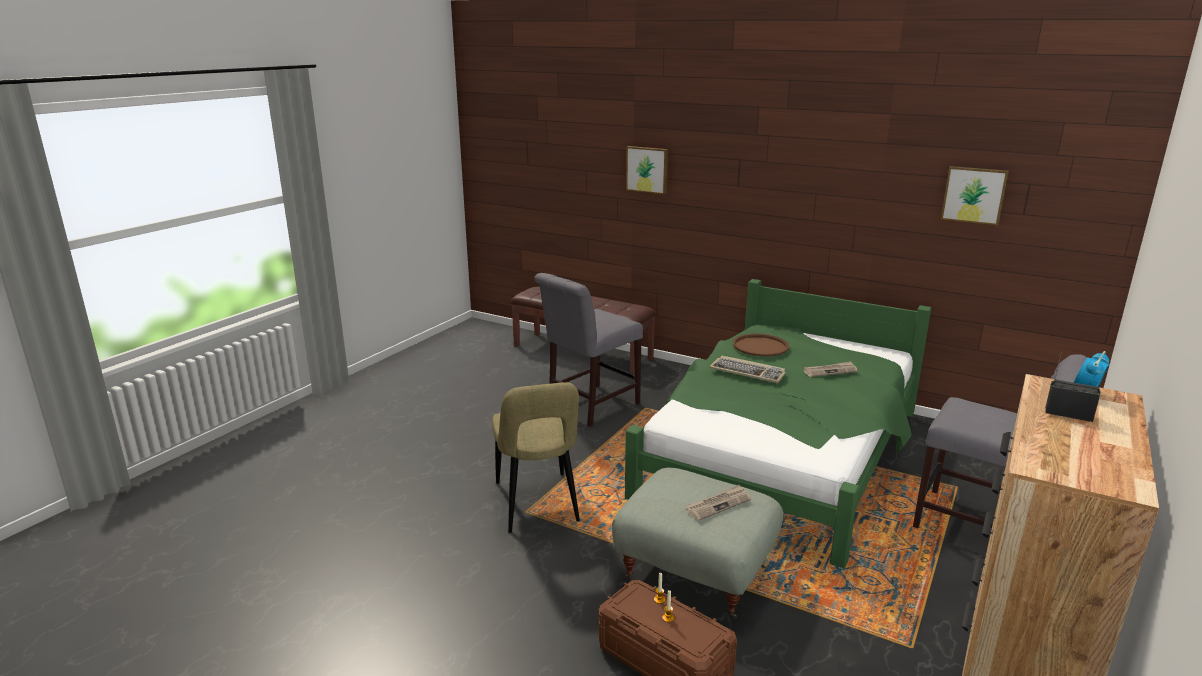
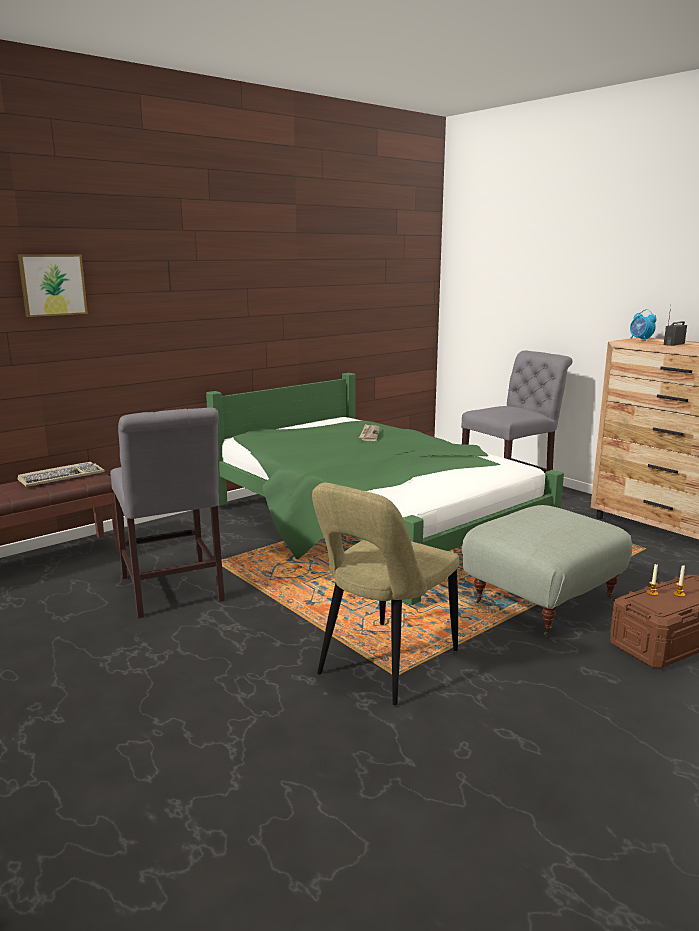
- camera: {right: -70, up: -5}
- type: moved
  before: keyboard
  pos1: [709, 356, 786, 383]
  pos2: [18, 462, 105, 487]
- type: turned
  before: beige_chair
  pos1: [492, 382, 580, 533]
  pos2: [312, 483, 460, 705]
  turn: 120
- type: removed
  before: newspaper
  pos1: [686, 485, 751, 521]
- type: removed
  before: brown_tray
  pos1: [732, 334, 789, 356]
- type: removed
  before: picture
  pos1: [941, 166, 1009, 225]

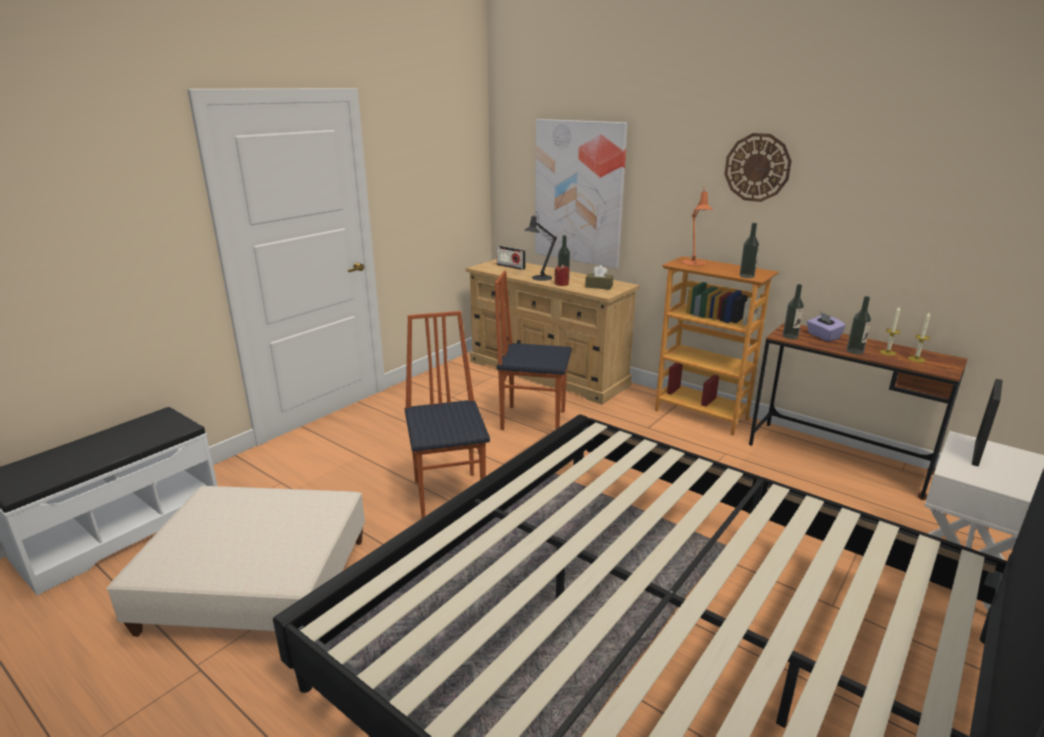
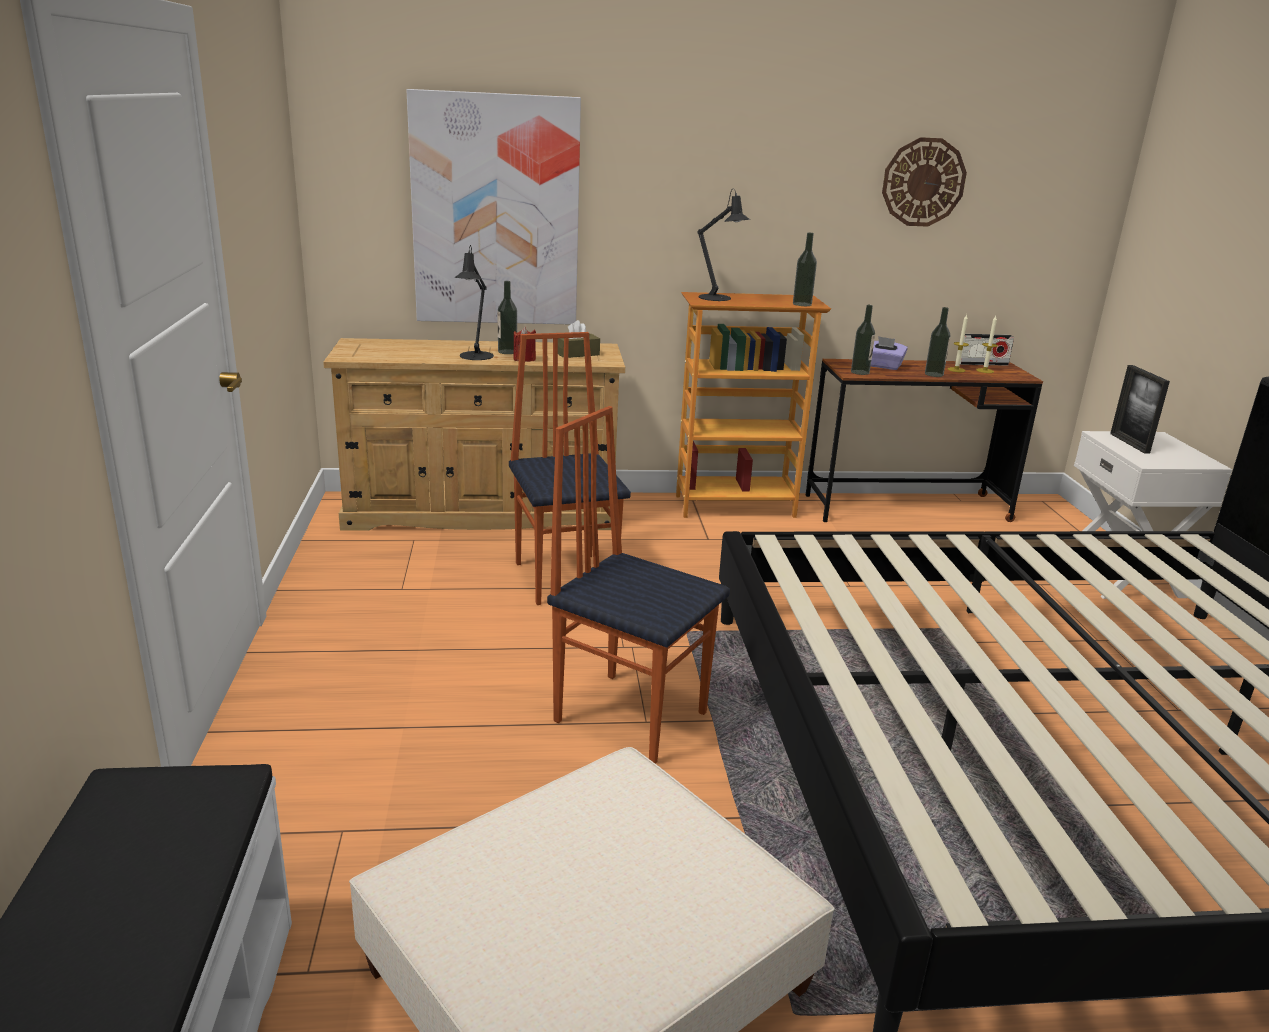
- camera: {right: -45, up: 0}
- type: turned
  before: chair
  pos1: [495, 271, 572, 430]
  pos2: [509, 332, 631, 605]
  turn: 105
- type: recoloured
  before: orange_table_lamp
  after: black_table_lamp
  pos1: [682, 187, 713, 266]
  pos2: [697, 188, 750, 301]
- type: moved
  before: wall_clock
  pos1: [724, 133, 792, 202]
  pos2: [882, 137, 967, 227]
- type: moved
  before: radio
  pos1: [497, 246, 526, 270]
  pos2: [960, 334, 1014, 366]

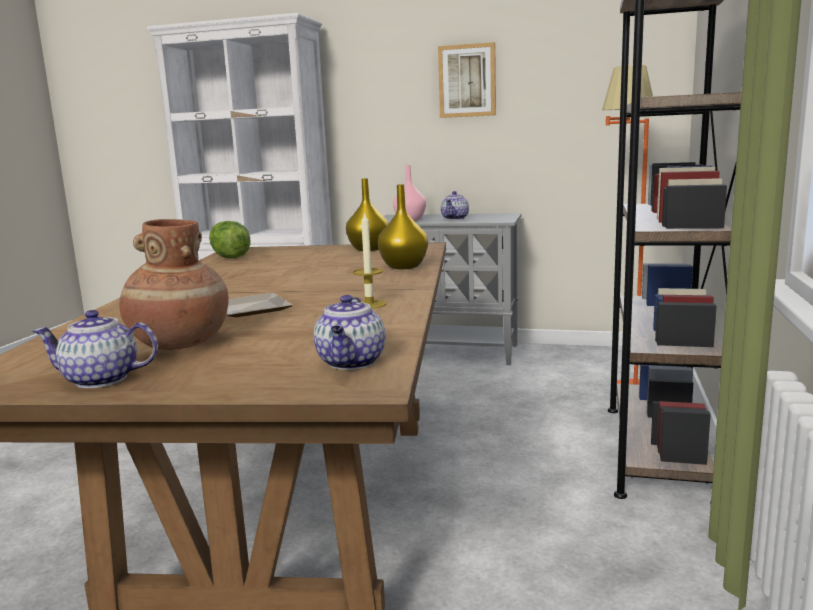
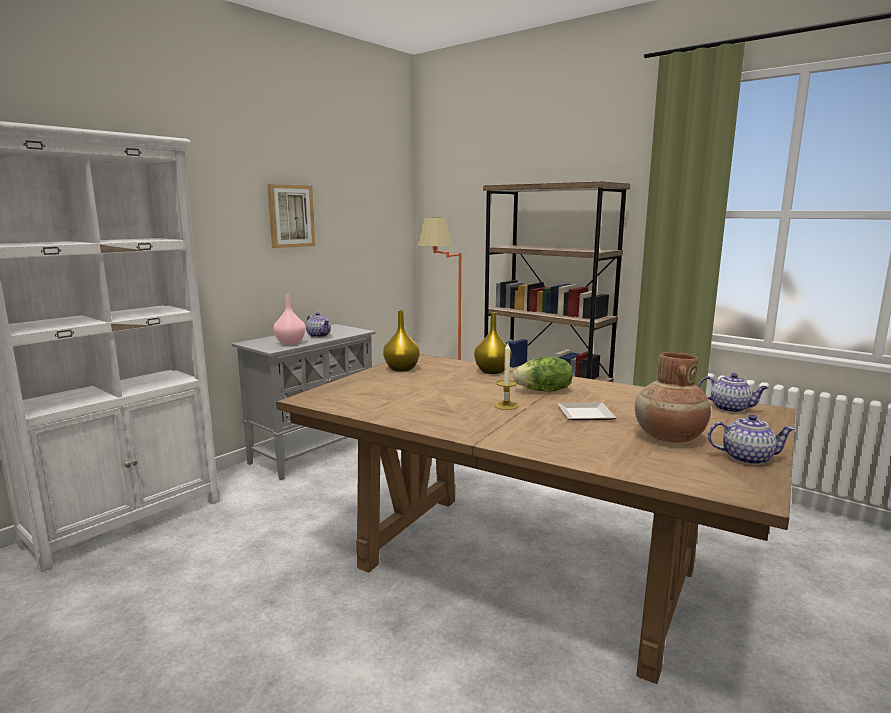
- camera: {right: -65, up: 0}
- type: moved
  before: candle
  pos1: [353, 211, 387, 309]
  pos2: [494, 343, 518, 410]
- type: moved
  before: lettuce
  pos1: [209, 221, 251, 258]
  pos2: [513, 357, 573, 392]
- type: turned
  before: teapot
  pos1: [32, 310, 158, 388]
  pos2: [708, 414, 795, 465]
  turn: -105

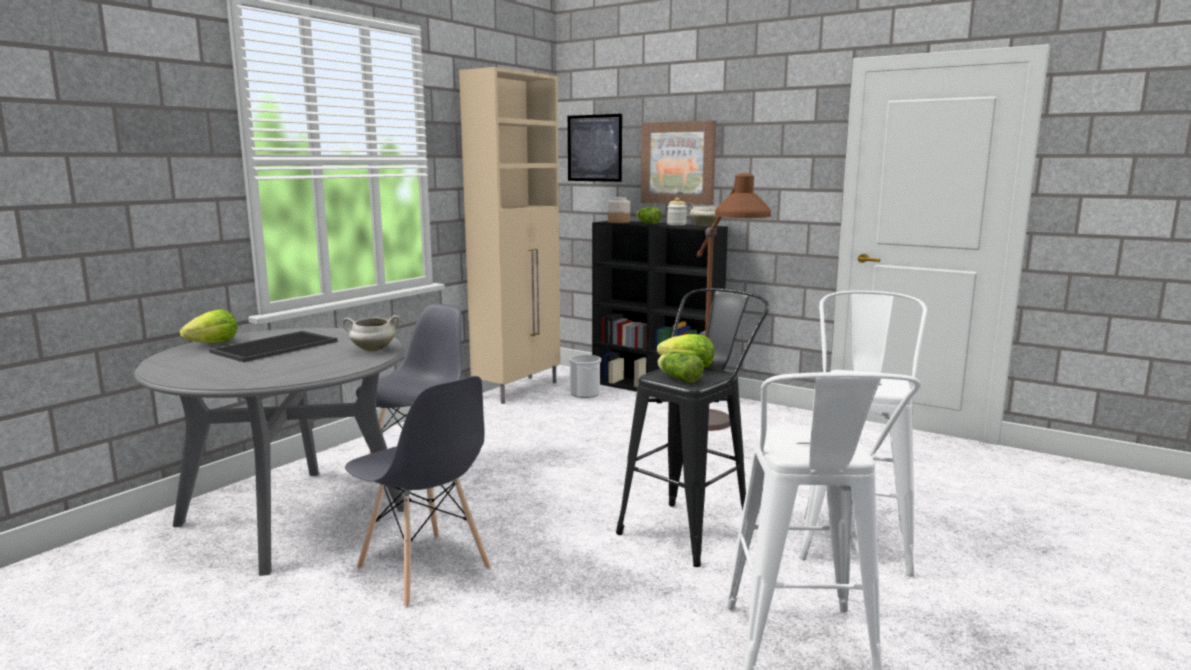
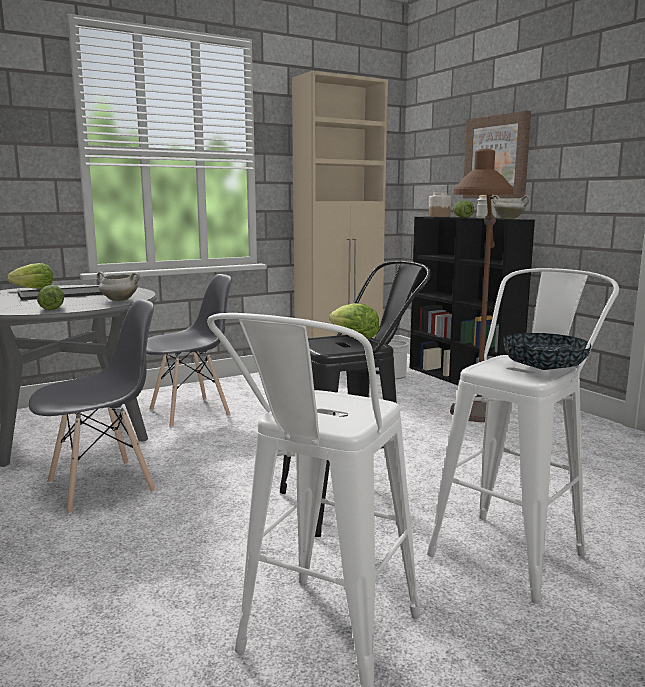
- camera: {right: 25, up: 0}
- type: turned
  before: grey_chair
  pos1: [345, 376, 491, 607]
  pos2: [29, 299, 156, 514]
  turn: -105
- type: moved
  before: lettuce
  pos1: [658, 351, 704, 383]
  pos2: [37, 285, 64, 310]
- type: added
  after: bowl
  pos2: [503, 333, 591, 370]
- type: removed
  before: picture
  pos1: [568, 114, 622, 182]

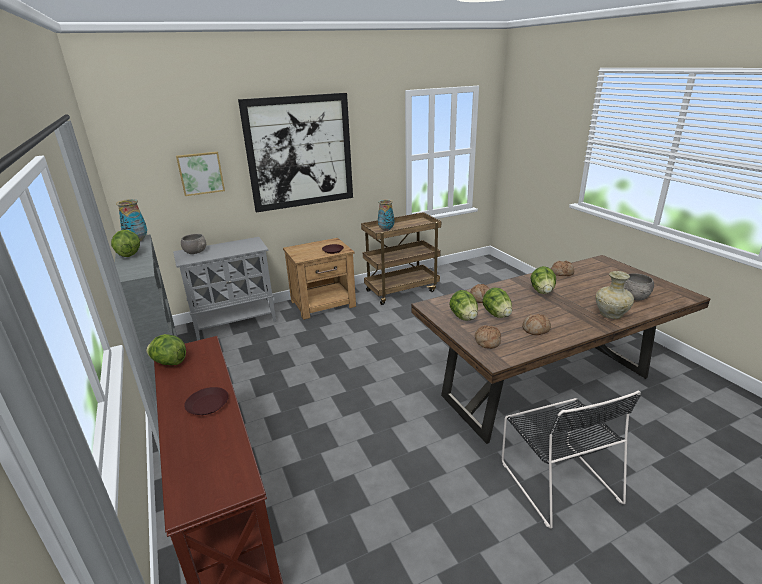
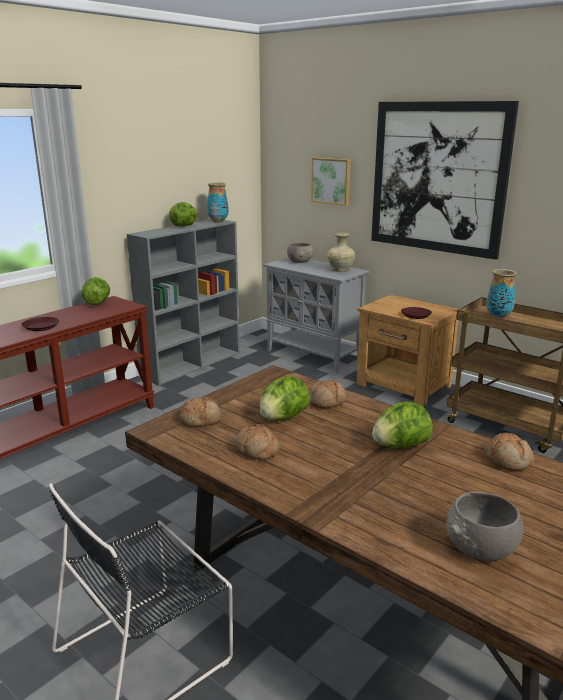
- camera: {right: 65, up: -5}
- type: moved
  before: beige_vase
  pos1: [596, 271, 634, 319]
  pos2: [327, 233, 355, 272]
- type: removed
  before: lettuce
  pos1: [449, 290, 478, 320]

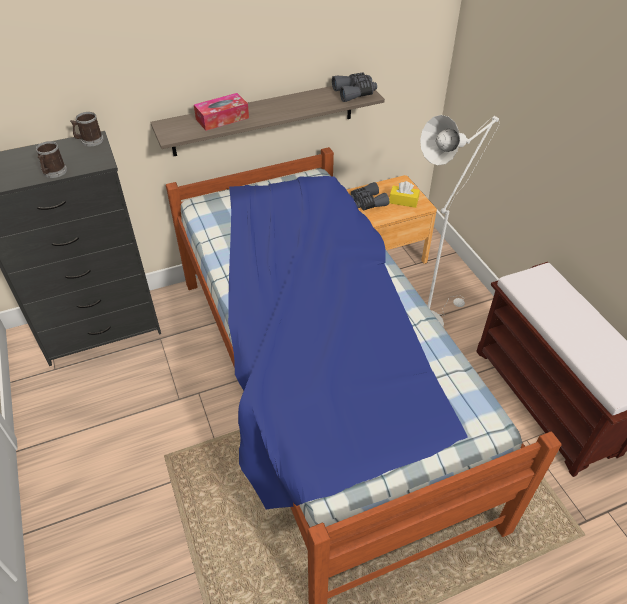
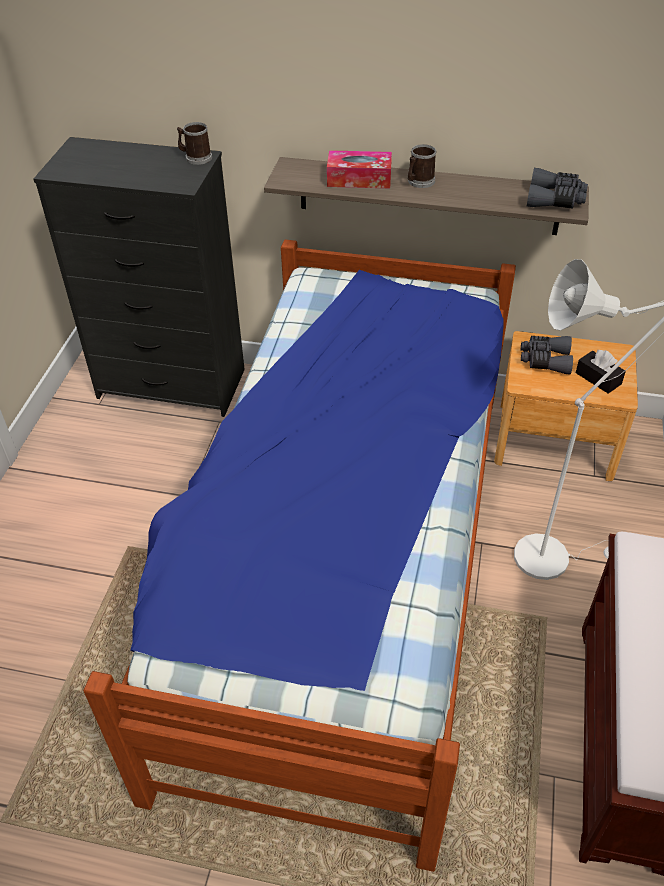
- camera: {right: 35, up: 0}
- type: moved
  before: mug
  pos1: [36, 141, 67, 178]
  pos2: [408, 144, 437, 188]
- type: recoloured
  before: yellow_tissue_box
  after: black_tissue_box
  pos1: [389, 181, 420, 208]
  pos2: [576, 350, 626, 394]

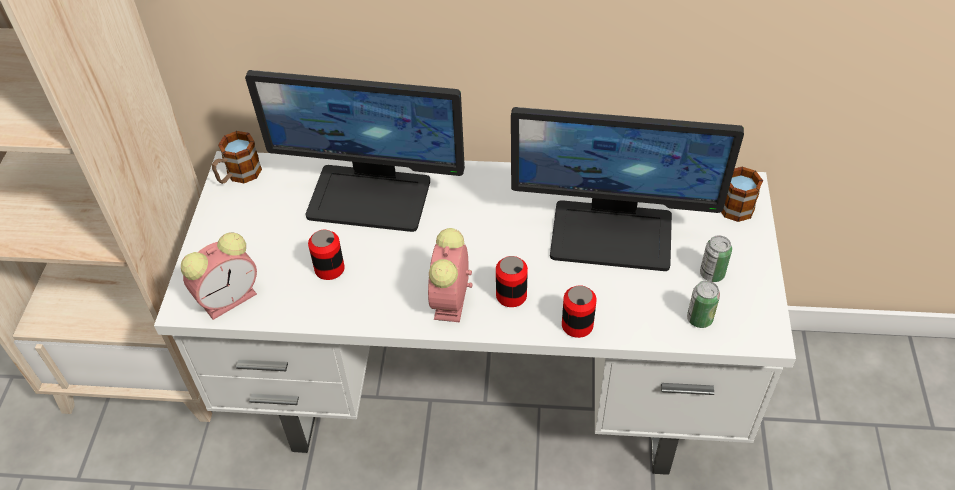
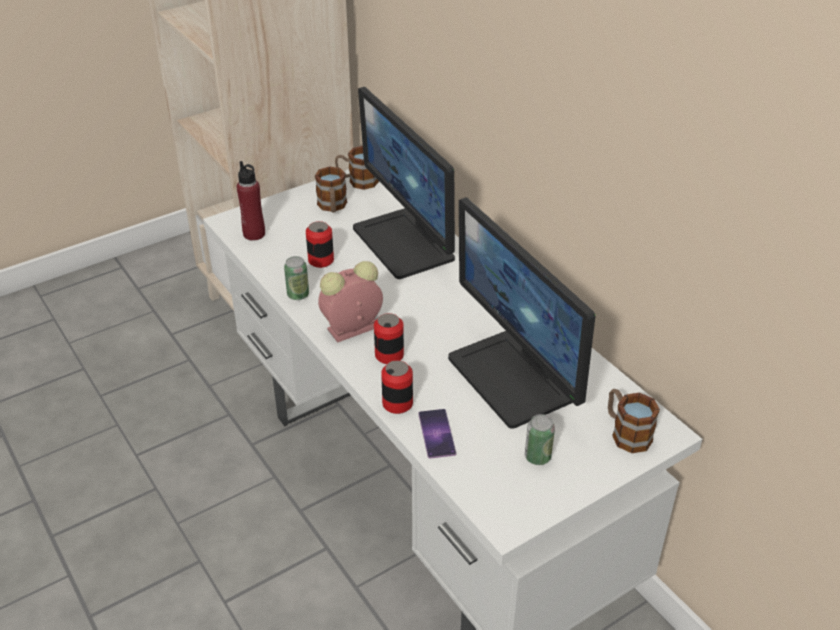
- camera: {right: 50, up: -10}
- type: replaced
  before: alarm_clock
  after: red_bottle
  pos1: [181, 232, 257, 320]
  pos2: [237, 161, 265, 241]
- type: moved
  before: can
  pos1: [687, 281, 720, 328]
  pos2: [284, 256, 309, 300]
- type: added
  after: mug
  pos2: [315, 167, 347, 213]
- type: added
  after: phone
  pos2: [419, 409, 456, 459]

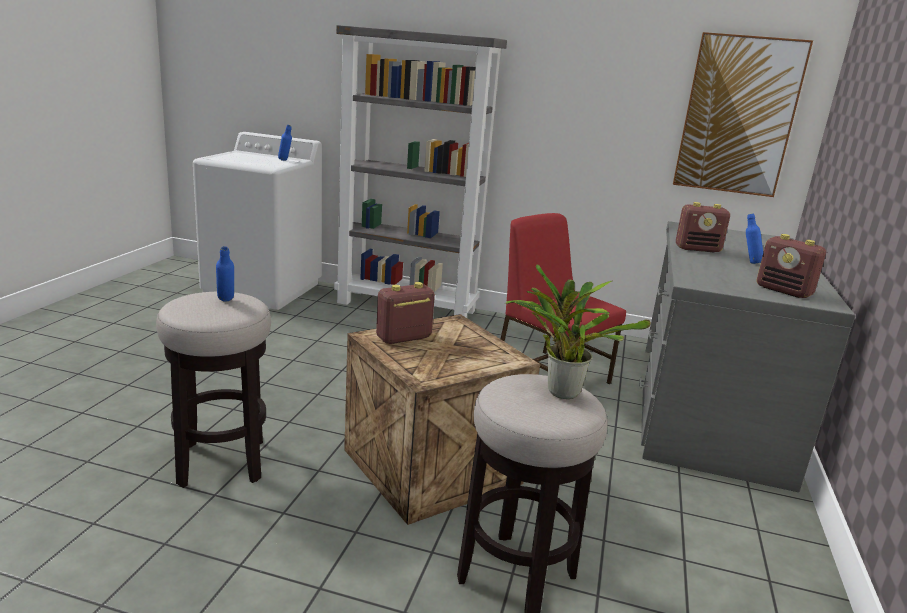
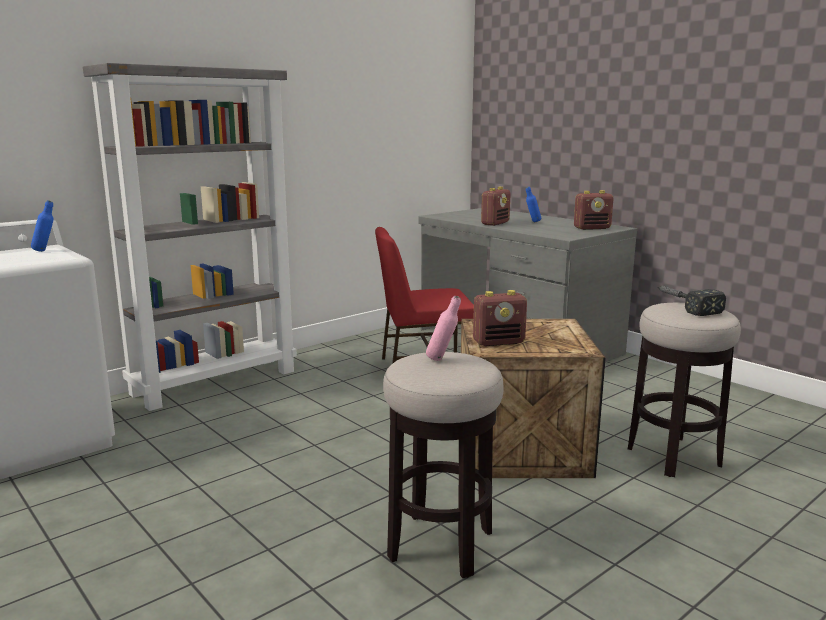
- camera: {right: -55, up: -5}
- type: recoloured
  before: blue_bottle
  after: pink_bottle
  pos1: [216, 246, 234, 302]
  pos2: [426, 296, 461, 361]
- type: turned
  before: radio
  pos1: [376, 282, 435, 344]
  pos2: [473, 290, 527, 346]
  turn: -105
- type: replaced
  before: potted_plant
  after: hammer
  pos1: [505, 264, 651, 399]
  pos2: [657, 286, 726, 316]
- type: removed
  before: picture
  pos1: [673, 32, 813, 197]

